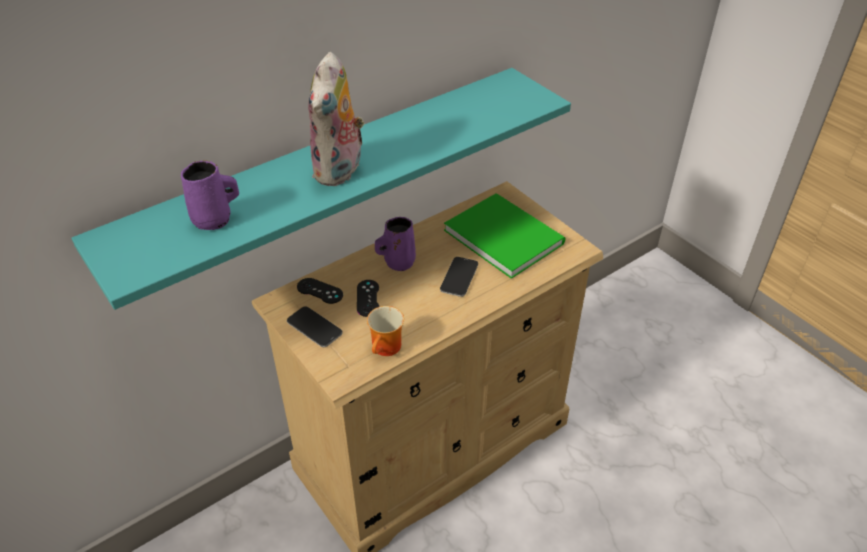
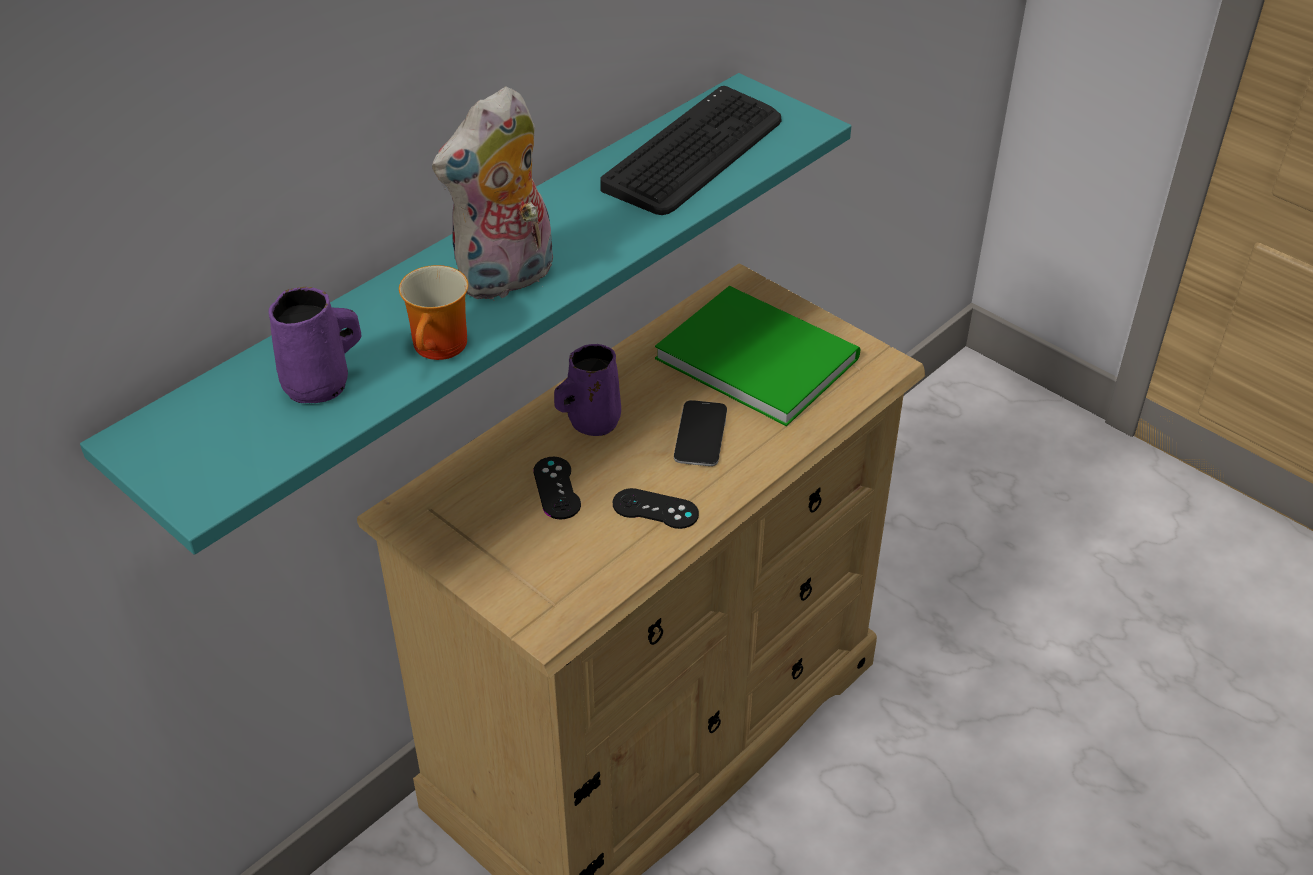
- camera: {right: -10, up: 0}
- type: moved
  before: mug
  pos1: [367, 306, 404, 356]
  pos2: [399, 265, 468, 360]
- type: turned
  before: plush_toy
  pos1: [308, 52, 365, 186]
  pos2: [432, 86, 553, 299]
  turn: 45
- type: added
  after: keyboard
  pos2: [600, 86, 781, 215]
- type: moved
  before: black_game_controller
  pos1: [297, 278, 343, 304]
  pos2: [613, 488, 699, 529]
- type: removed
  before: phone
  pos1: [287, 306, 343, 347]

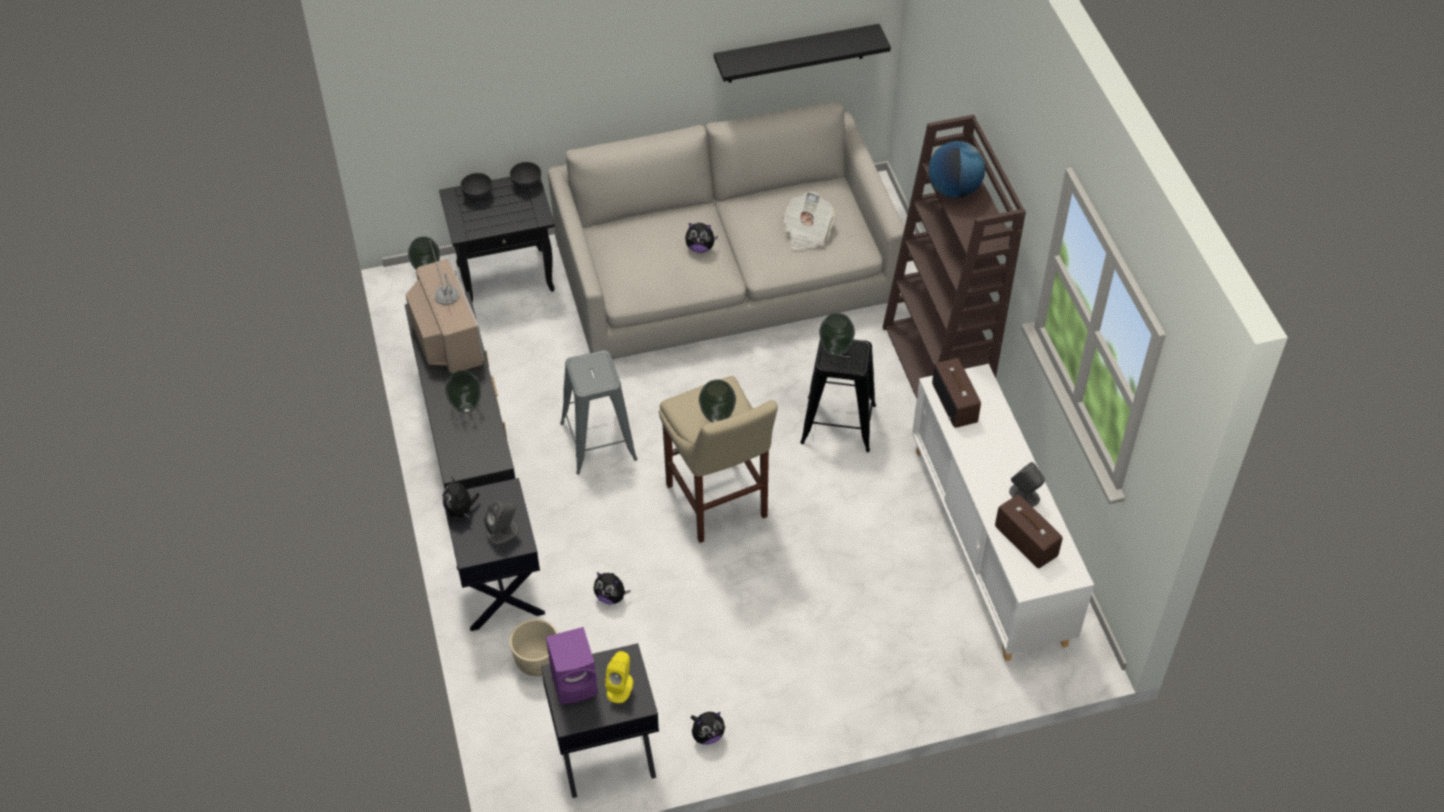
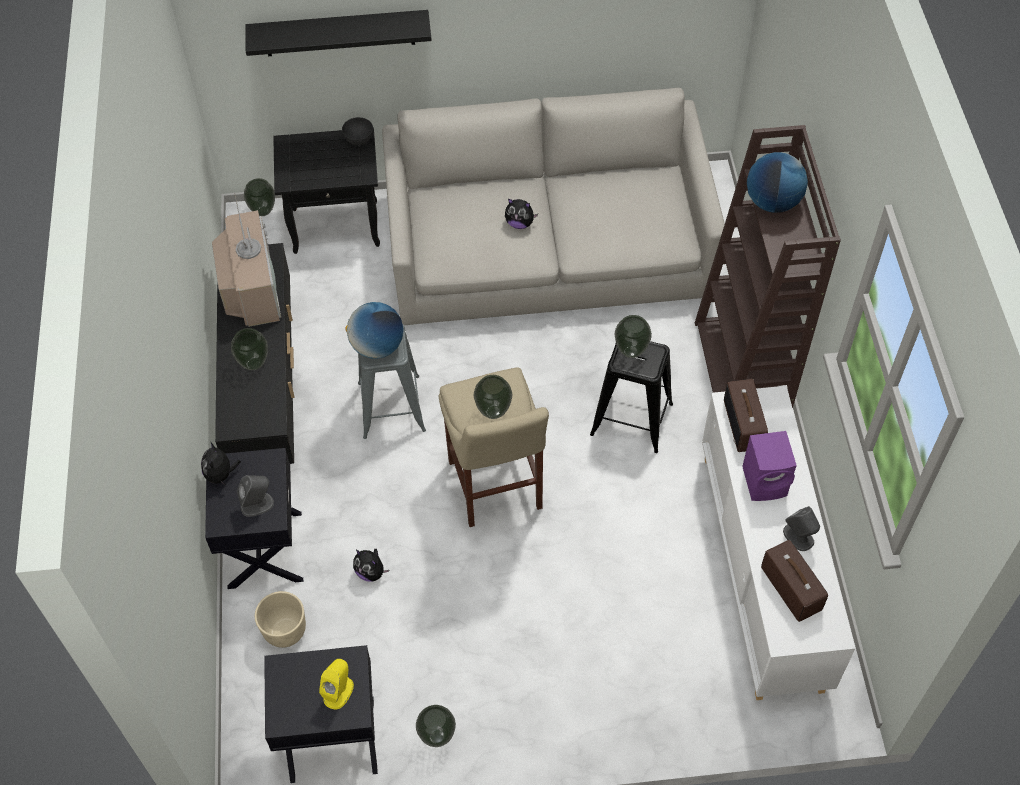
- camera: {right: 10, up: 5}
- type: moved
  before: black_shelf
  pos1: [714, 24, 891, 83]
  pos2: [246, 10, 432, 56]
- type: added
  after: globe
  pos2: [345, 302, 404, 359]
- type: replaced
  before: plush_toy
  after: vase
  pos1: [691, 712, 725, 745]
  pos2: [416, 705, 456, 747]
- type: moved
  before: purple_speaker
  pos1: [546, 627, 598, 704]
  pos2: [742, 431, 797, 501]
- type: removed
  before: grey_bowl
  pos1: [460, 173, 492, 201]
- type: removed
  before: newspaper
  pos1: [783, 191, 835, 250]

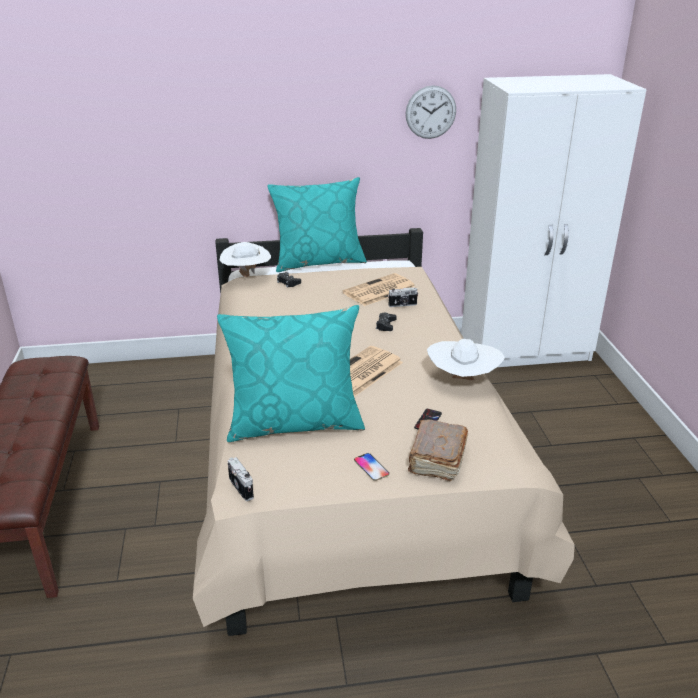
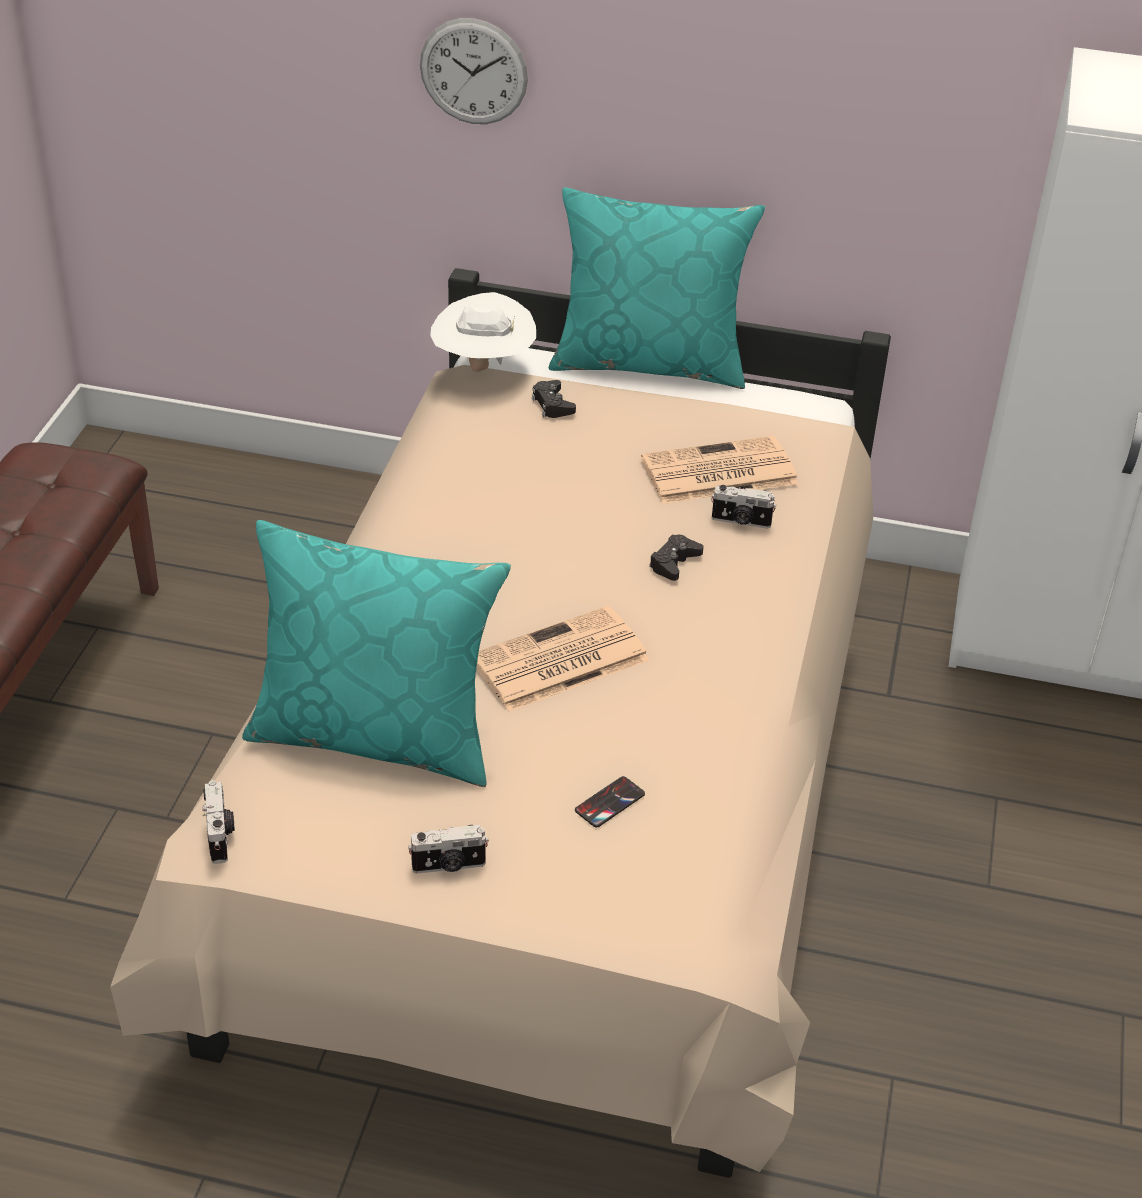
- camera: {right: 20, up: 10}
- type: replaced
  before: phone
  after: photo_camera
  pos1: [354, 453, 389, 481]
  pos2: [408, 825, 489, 874]
- type: moved
  before: wall_clock
  pos1: [406, 85, 456, 139]
  pos2: [420, 18, 528, 124]
- type: removed
  before: brown_book
  pos1: [408, 420, 468, 481]
- type: removed
  before: white_hat
  pos1: [427, 339, 505, 380]

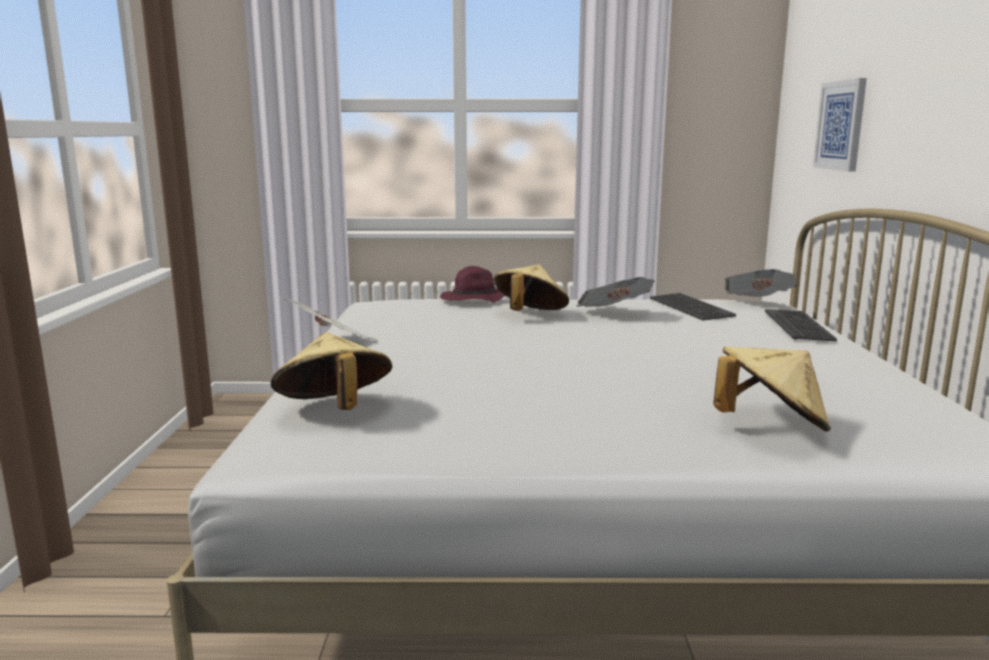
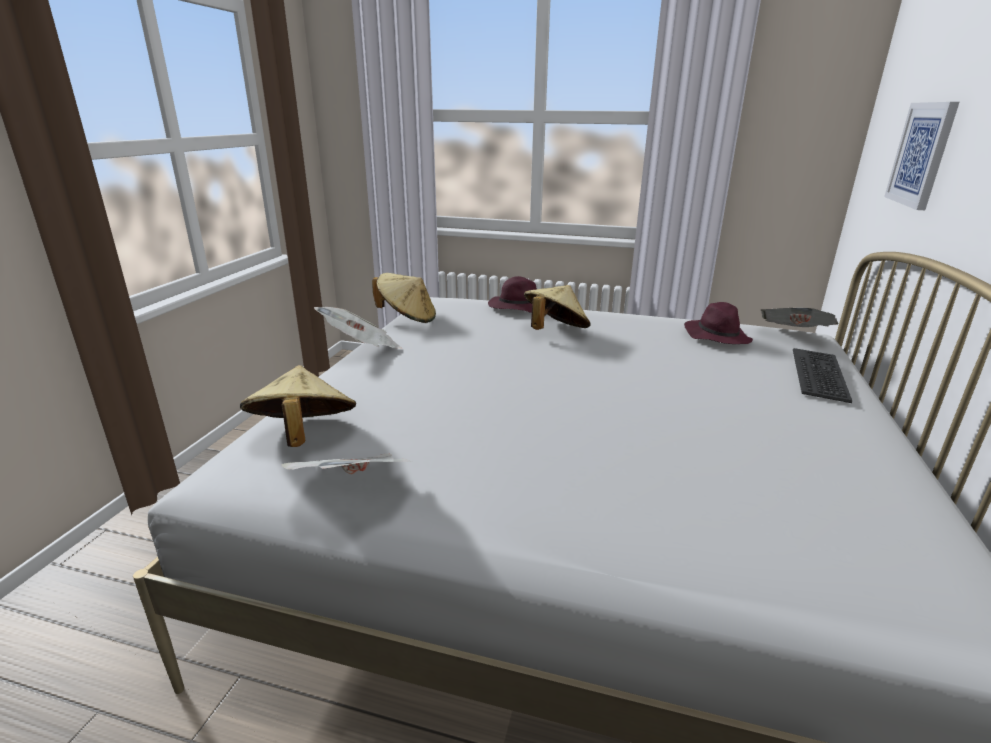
- camera: {right: 15, up: 10}
- type: moved
  before: newspaper
  pos1: [576, 277, 655, 307]
  pos2: [282, 454, 408, 474]
- type: moved
  before: beige_hat
  pos1: [713, 346, 831, 432]
  pos2: [372, 273, 436, 323]
- type: replaced
  before: keyboard
  after: purple_hat
  pos1: [650, 293, 736, 321]
  pos2: [684, 302, 753, 344]

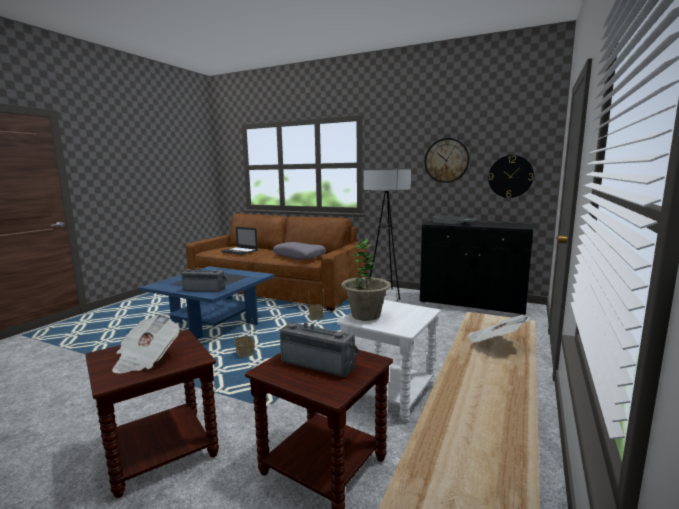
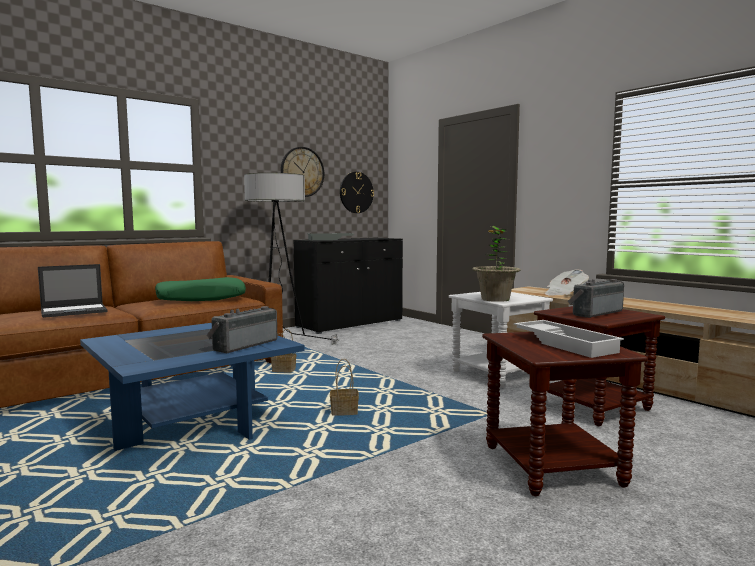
- camera: {right: -65, up: -5}
- type: recoloured
  before: grey_pillow
  after: green_pillow
  pos1: [273, 242, 326, 259]
  pos2: [155, 277, 246, 301]
- type: replaced
  before: newspaper
  after: white_tray
  pos1: [112, 314, 180, 374]
  pos2: [514, 320, 624, 358]

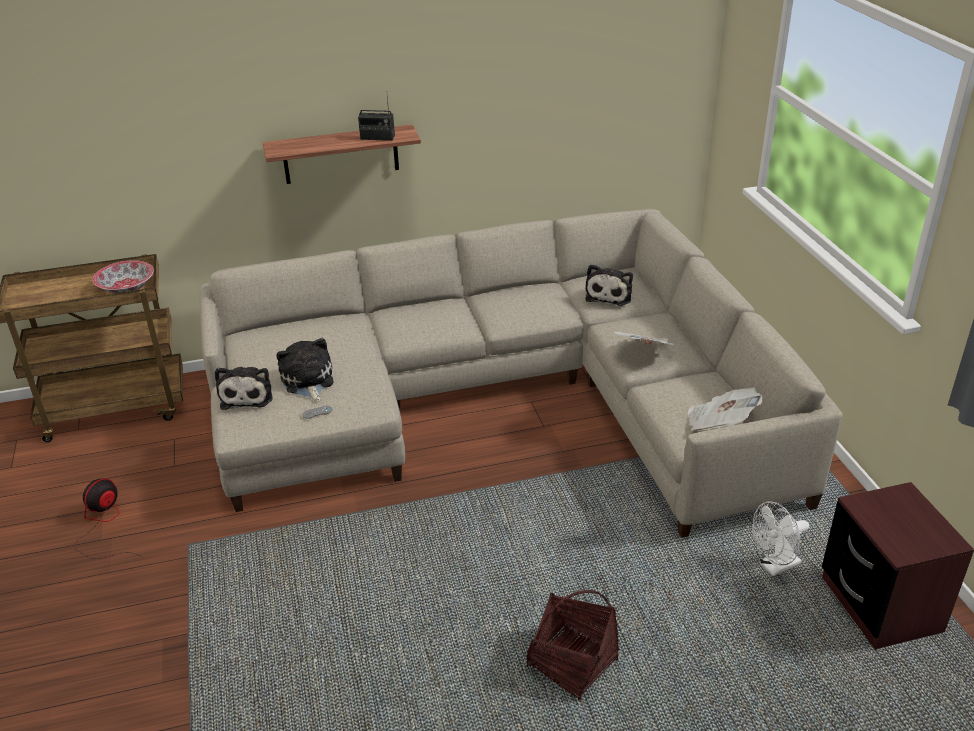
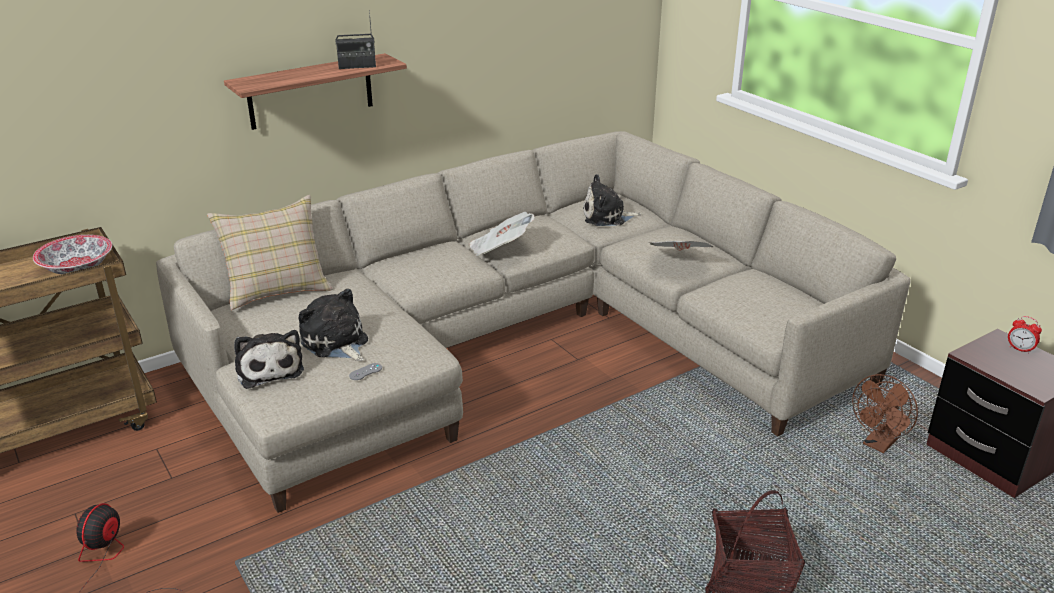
- camera: {right: -20, up: -5}
- type: added
  after: beige_pillow
  pos2: [207, 195, 333, 310]
- type: moved
  before: newspaper
  pos1: [688, 387, 763, 431]
  pos2: [469, 212, 534, 256]
- type: turned
  before: plush_toy
  pos1: [585, 264, 633, 306]
  pos2: [583, 174, 641, 226]
  turn: 90
- type: recoloured
  before: white_fan
  after: brown_fan
  pos1: [752, 502, 809, 576]
  pos2: [852, 374, 918, 453]
- type: added
  after: alarm_clock
  pos2: [1008, 316, 1042, 354]

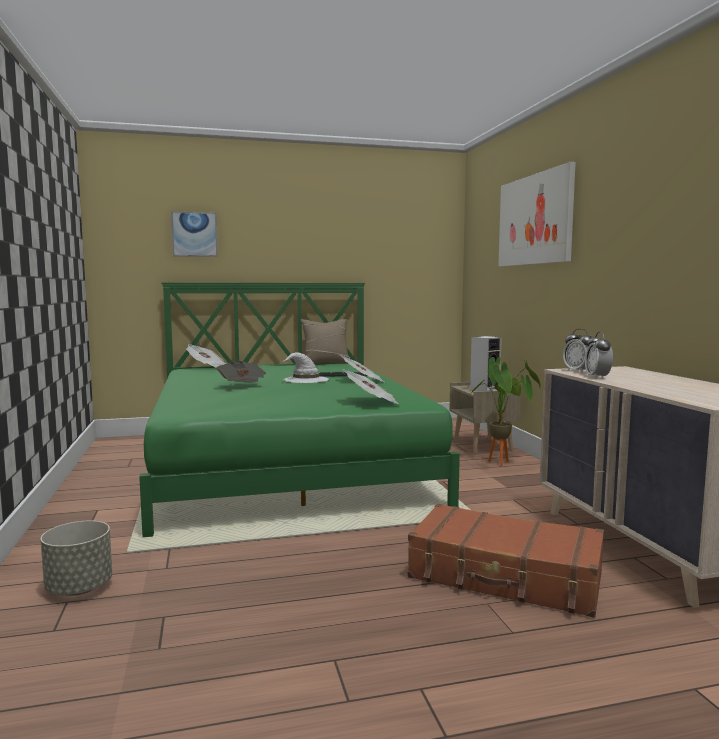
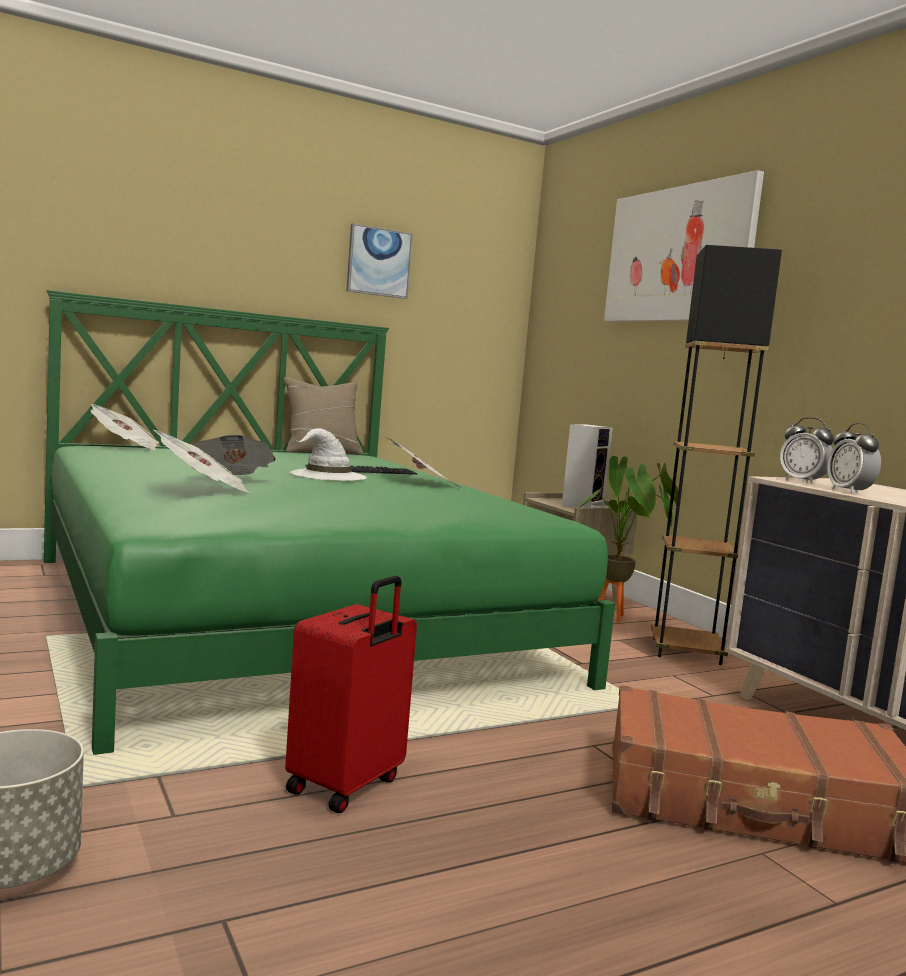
- camera: {right: -15, up: 0}
- type: moved
  before: newspaper
  pos1: [342, 369, 398, 404]
  pos2: [154, 430, 250, 494]
- type: added
  after: red_suitcase
  pos2: [285, 576, 417, 813]
- type: moved
  before: picture
  pos1: [171, 211, 218, 257]
  pos2: [346, 223, 413, 299]
- type: added
  after: black_floor_lamp
  pos2: [651, 245, 782, 665]

